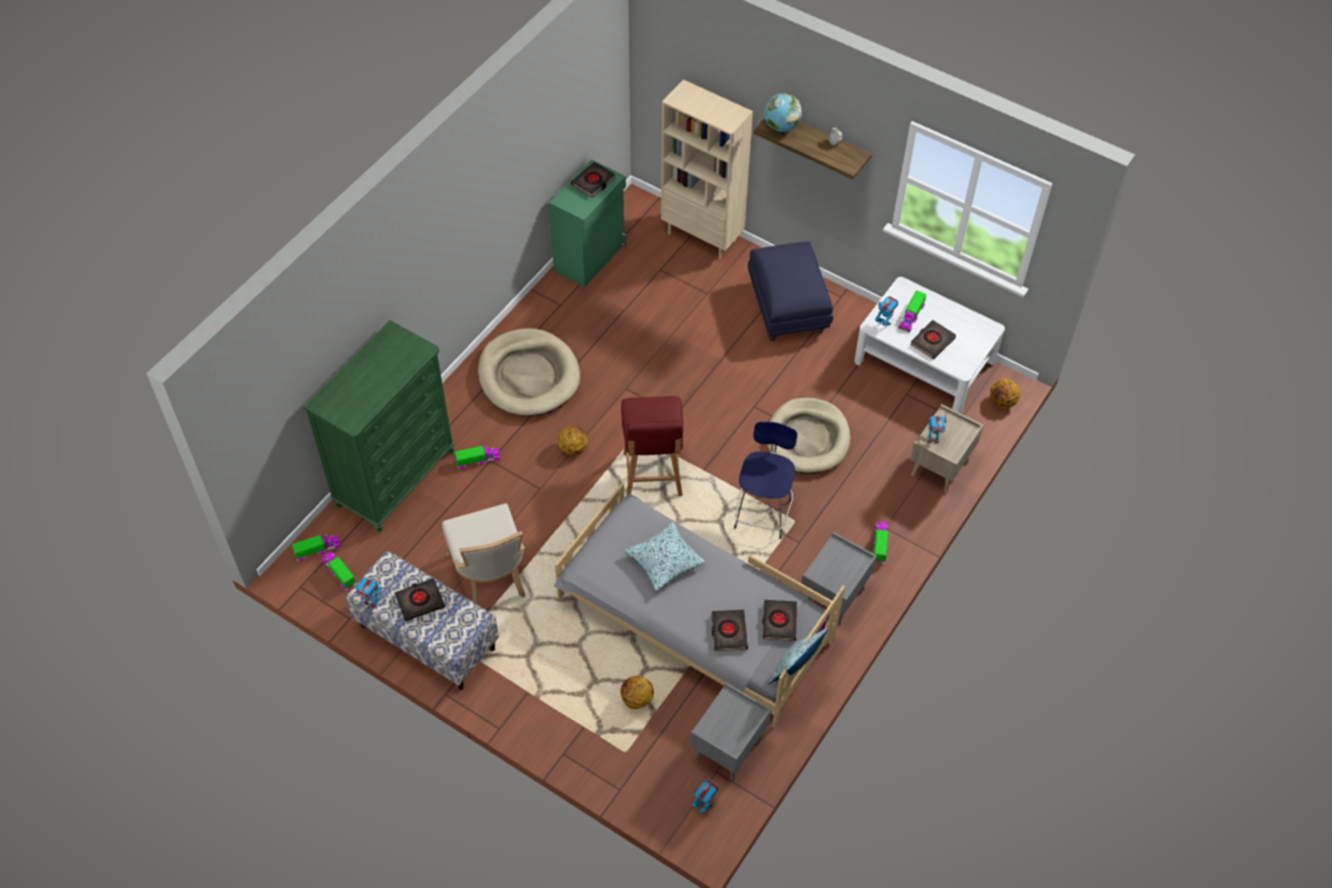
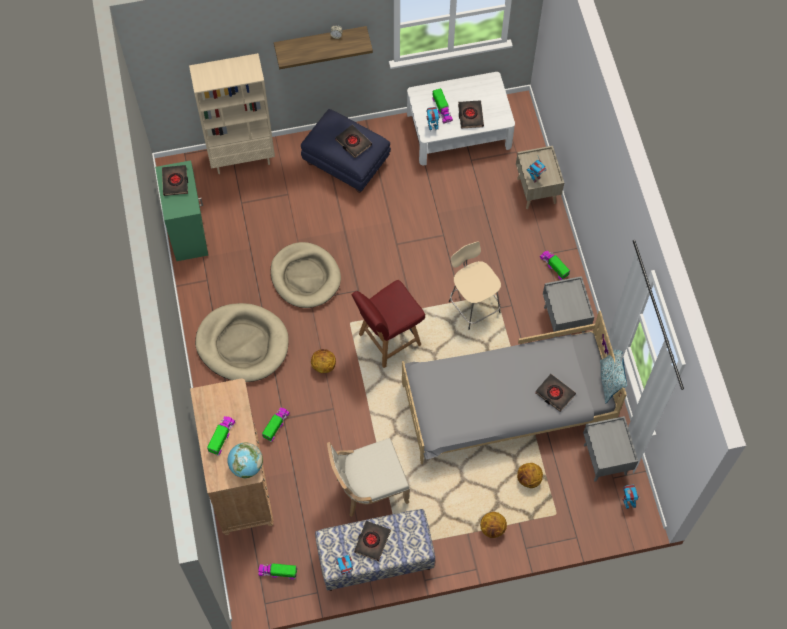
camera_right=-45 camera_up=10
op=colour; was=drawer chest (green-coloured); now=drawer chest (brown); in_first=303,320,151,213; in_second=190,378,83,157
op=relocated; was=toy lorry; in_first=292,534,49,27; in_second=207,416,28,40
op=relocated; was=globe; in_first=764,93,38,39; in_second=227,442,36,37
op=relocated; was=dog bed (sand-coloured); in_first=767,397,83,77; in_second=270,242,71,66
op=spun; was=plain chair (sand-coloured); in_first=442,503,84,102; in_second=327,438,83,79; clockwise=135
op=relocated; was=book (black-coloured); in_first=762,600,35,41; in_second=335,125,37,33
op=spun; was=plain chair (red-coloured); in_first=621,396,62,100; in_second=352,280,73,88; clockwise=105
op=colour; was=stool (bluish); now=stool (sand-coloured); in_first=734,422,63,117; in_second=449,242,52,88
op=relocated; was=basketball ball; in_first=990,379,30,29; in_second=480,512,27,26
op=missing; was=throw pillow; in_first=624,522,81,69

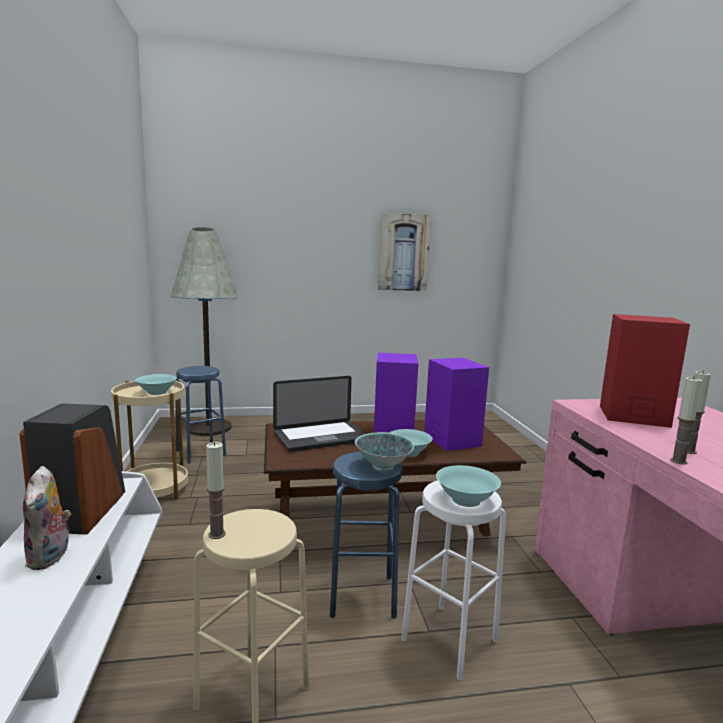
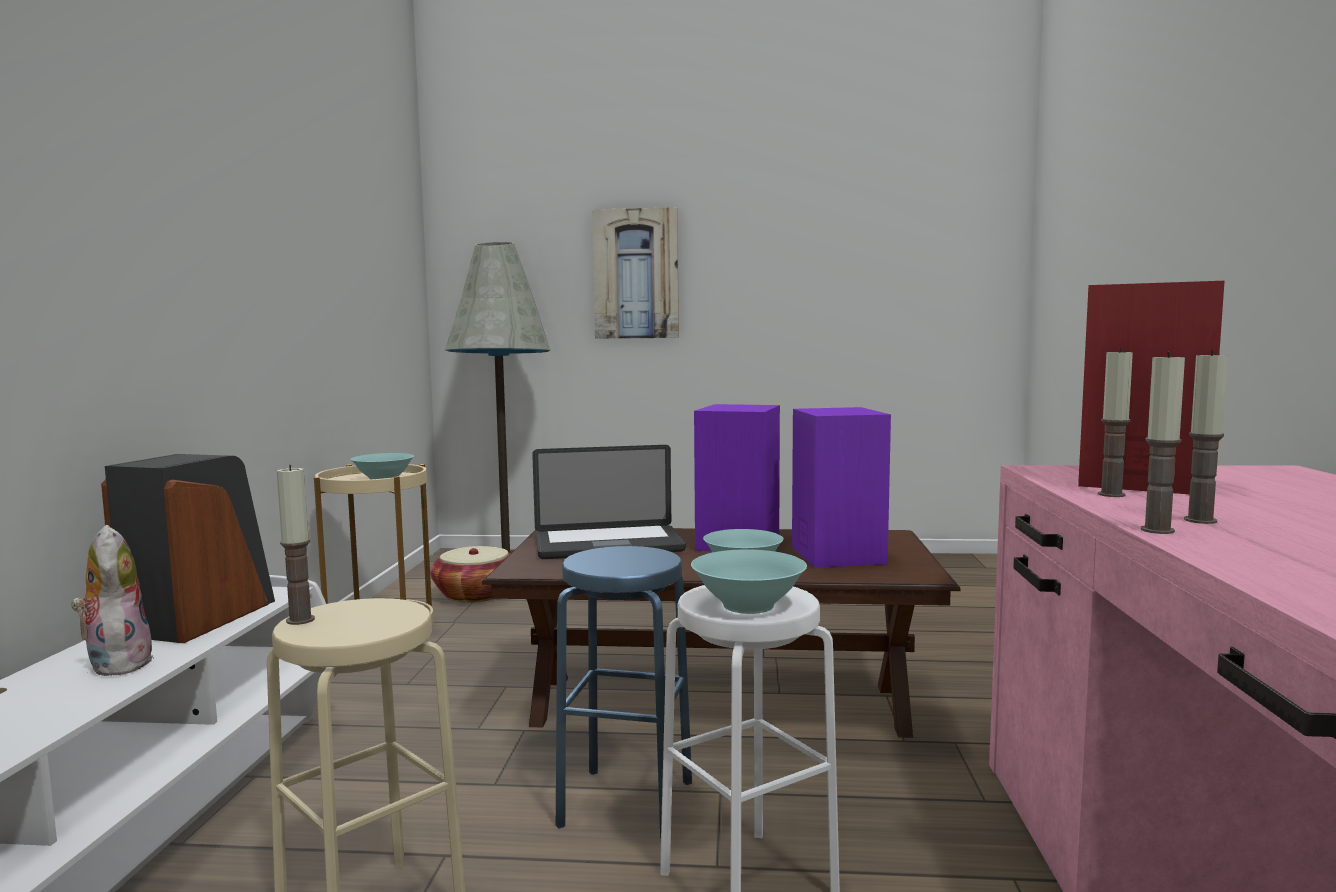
camera_right=15 camera_up=-5
op=spun; was=cuddly toy; in_first=23,466,48,104; in_second=71,525,83,151; clockwise=150
op=exchanged; was=stool (bluish); now=basket; in_first=175,366,51,98; in_second=430,546,80,57
op=relocated; was=wall picture; in_first=378,213,53,78; in_second=592,207,87,132
op=appeared; now=candle; in_second=1098,348,35,149
op=missing; was=serving bowl; in_first=355,432,59,39

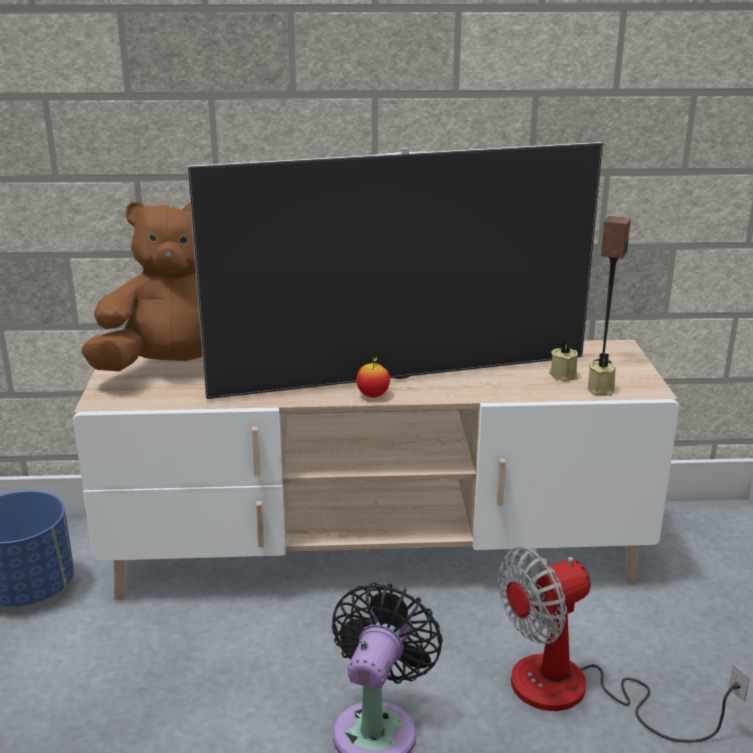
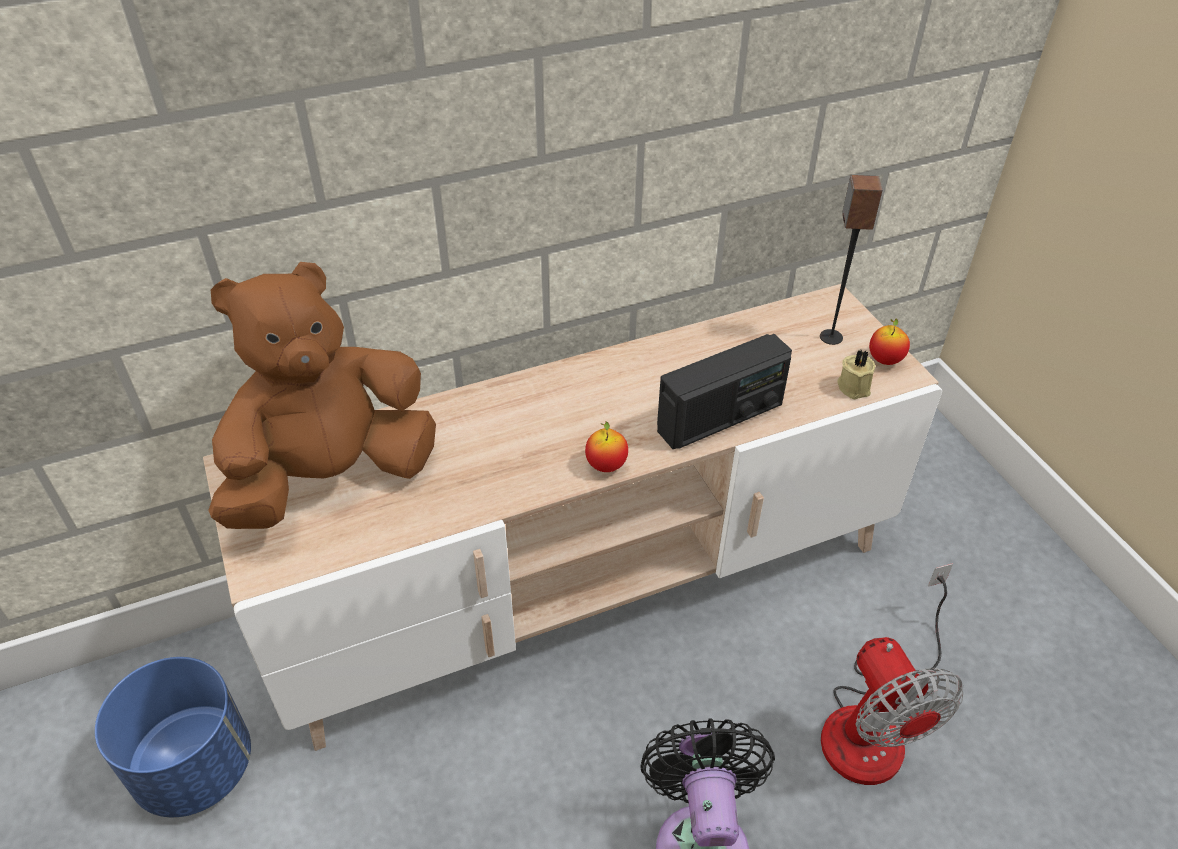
camera_right=-20 camera_up=20
op=appeared; now=radio; in_second=657,334,135,115
op=spun; was=electric fan; in_first=498,547,252,196; in_second=821,563,142,222; clockwise=-60
op=appeared; now=apple fruit; in_second=869,319,41,46
op=missing; was=TV set; in_first=187,142,416,257
op=missing; was=candle (sand-coloured); in_first=549,340,29,41

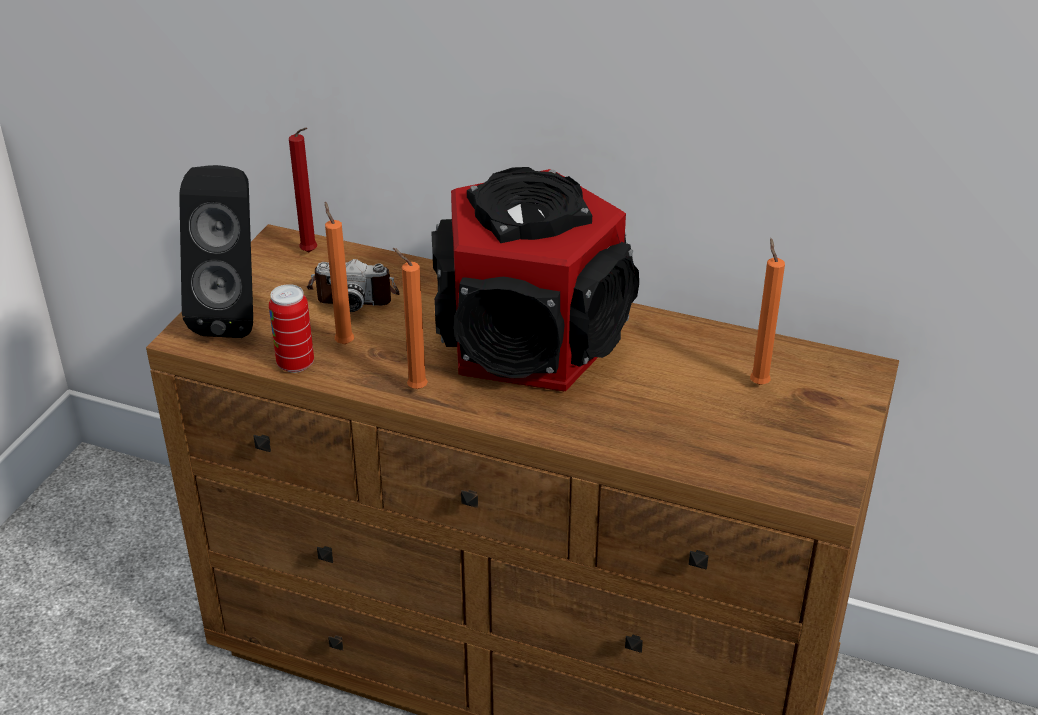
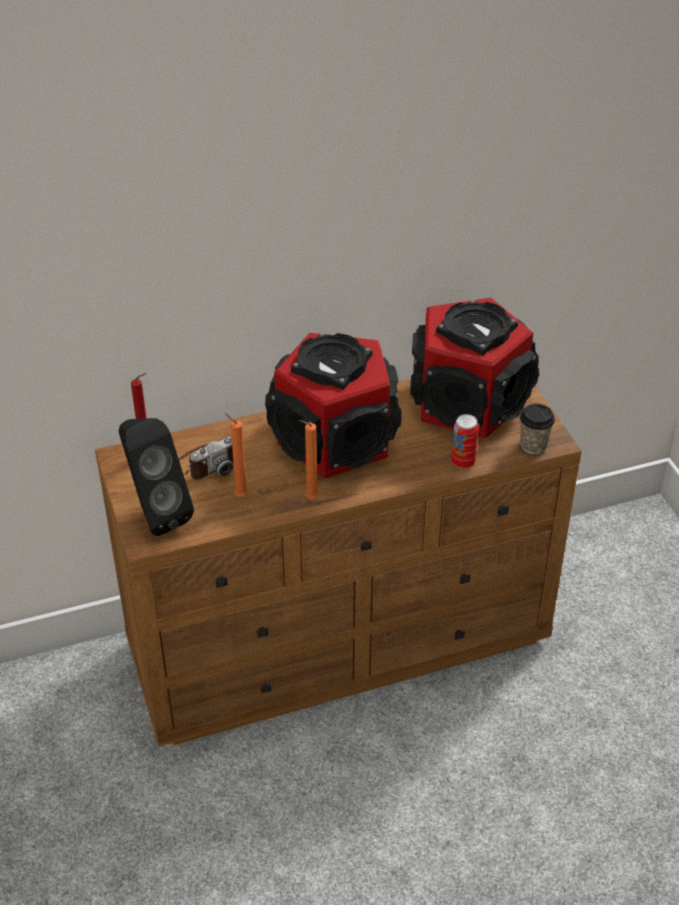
camera_right=-40 camera_up=5
op=exchanged; was=candle (orange-coloured); now=speaker; in_first=750,238,35,147; in_second=410,298,129,140
op=relocated; was=sealed can; in_first=269,284,45,89; in_second=451,414,28,55
op=appeared; now=drinking cup; in_second=520,403,35,51

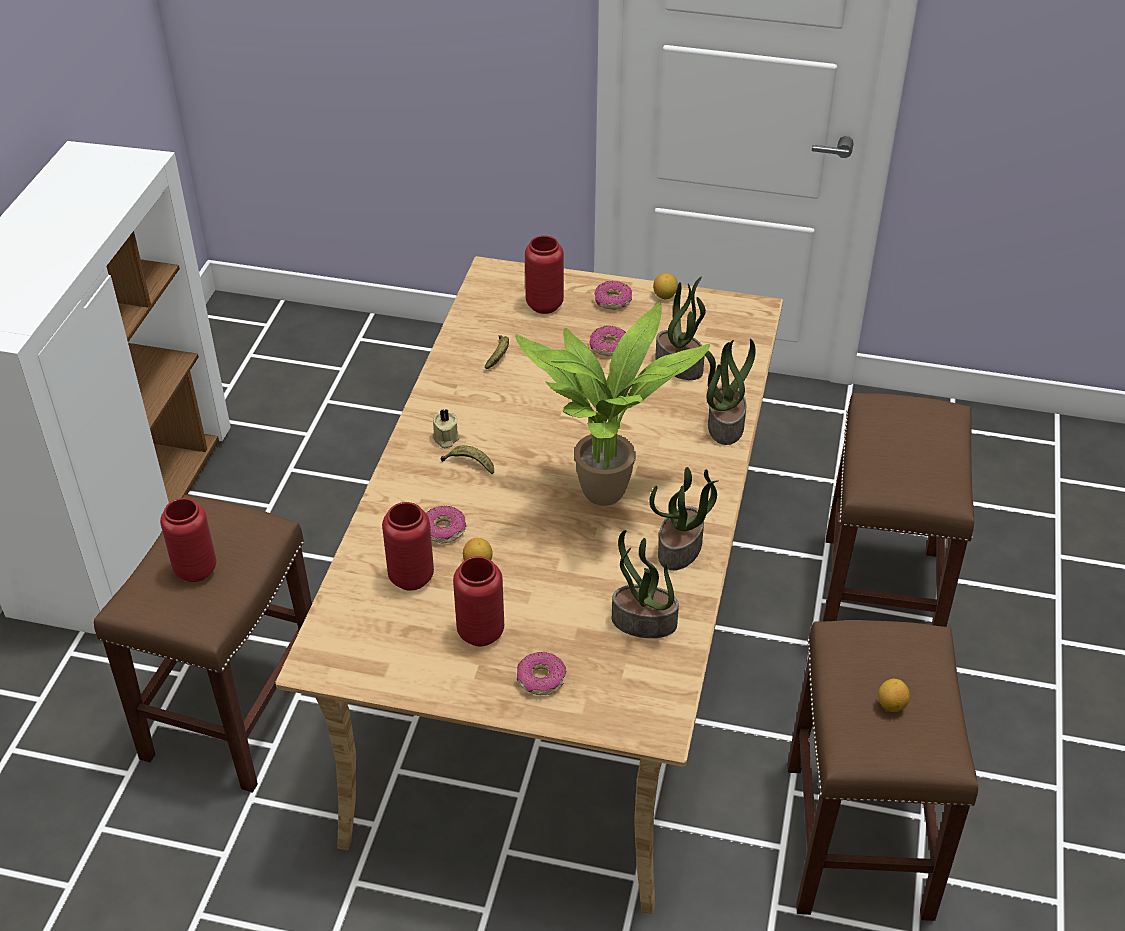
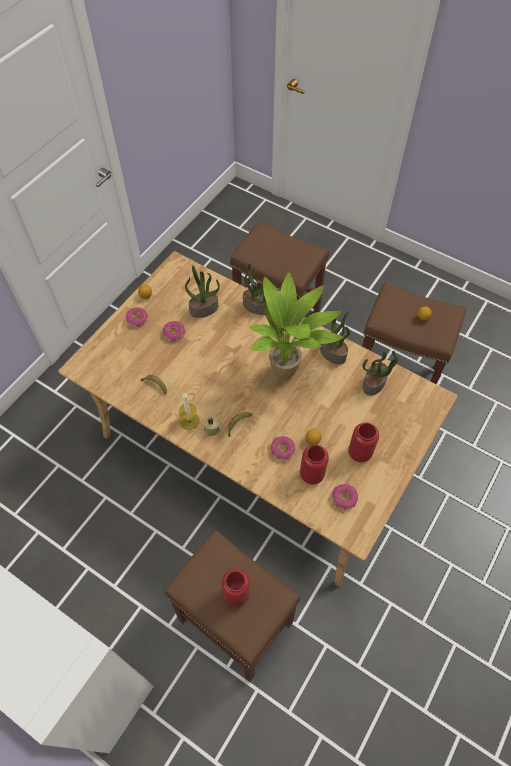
camera_right=-70 camera_up=15
op=appeared; now=candle; in_second=179,393,21,37
op=relocated; was=ring doughnut; in_first=517,652,49,43; in_second=332,484,26,26
op=missing; was=vase (red-coloured); in_first=525,235,39,79

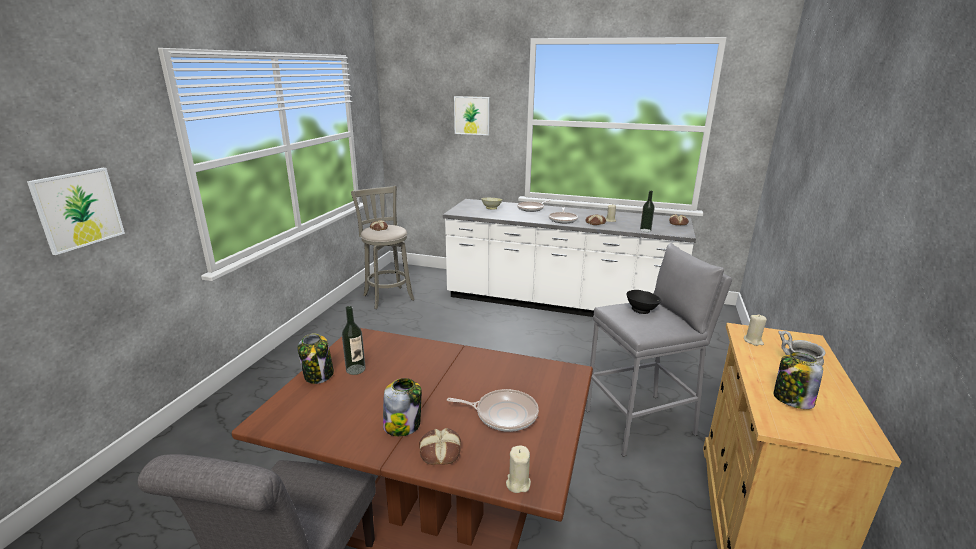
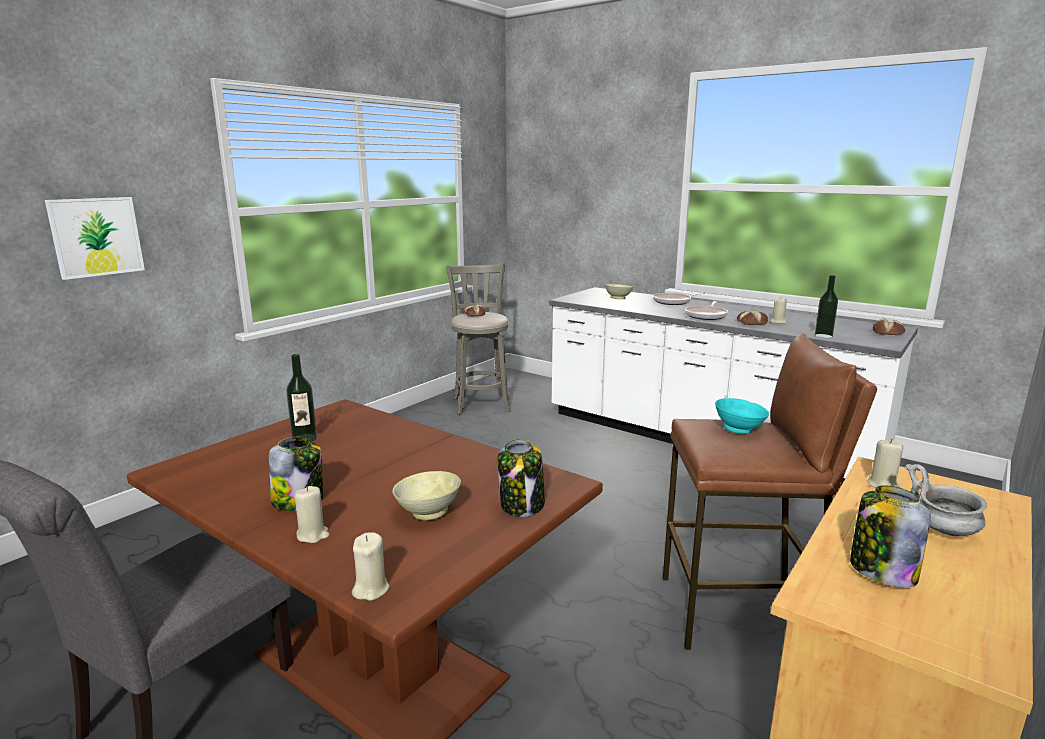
camera_right=20 camera_up=-5
op=exchanged; was=baked bread; now=candle (sand-coloured); in_first=419,428,42,37; in_second=295,486,35,57
op=exchanged; was=skillet; now=serving bowl (sand-coloured); in_first=447,389,92,43; in_second=392,471,69,50
op=relocated; was=preserve jar; in_first=298,334,36,50; in_second=498,439,47,78
op=colour; was=stool (greyish); now=stool (brown); in_first=585,243,147,214; in_second=663,333,214,317
op=colour; was=serving bowl (black-coloured); now=serving bowl (blue-green); in_first=627,290,34,24; in_second=715,398,54,36
op=missing; was=wall picture; in_first=454,96,36,39

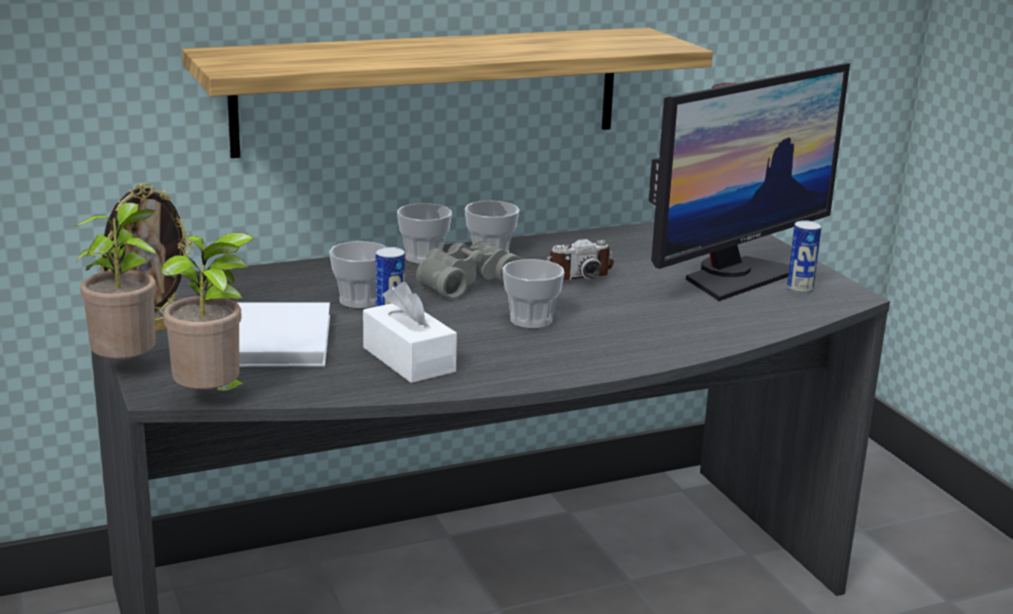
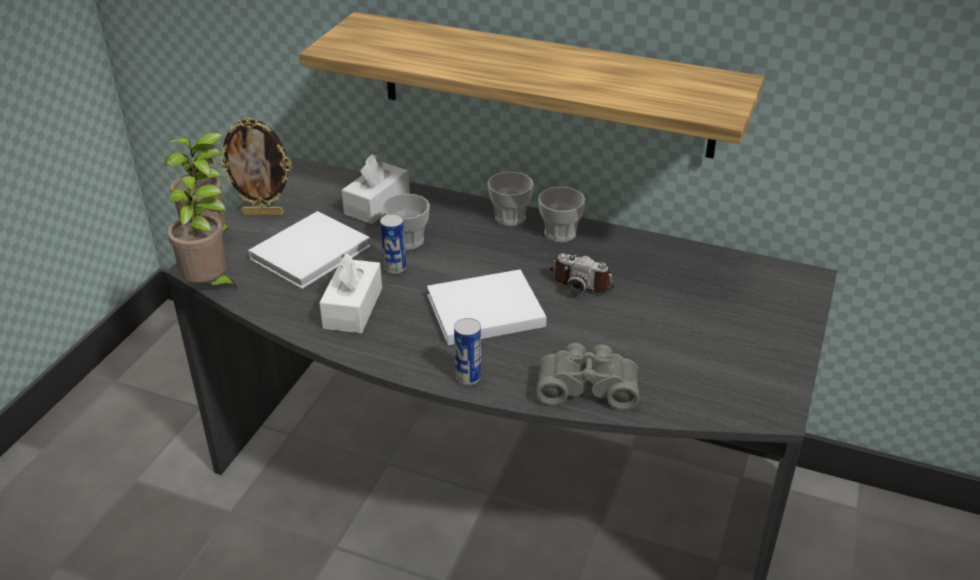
camera_right=45 camera_up=15
op=appeared; now=tissue holder (white-coloured); in_second=342,154,68,70
op=exchanged; was=drinking cup; now=book (white-coloured); in_first=502,259,63,69; in_second=427,269,120,76
op=relocated; was=sealed can; in_first=787,220,35,74; in_second=454,318,27,68
op=relocated; was=pair of binoculars (greyish); in_first=416,240,106,60; in_second=536,343,103,67
op=missing; was=computer display; in_first=649,63,201,238

